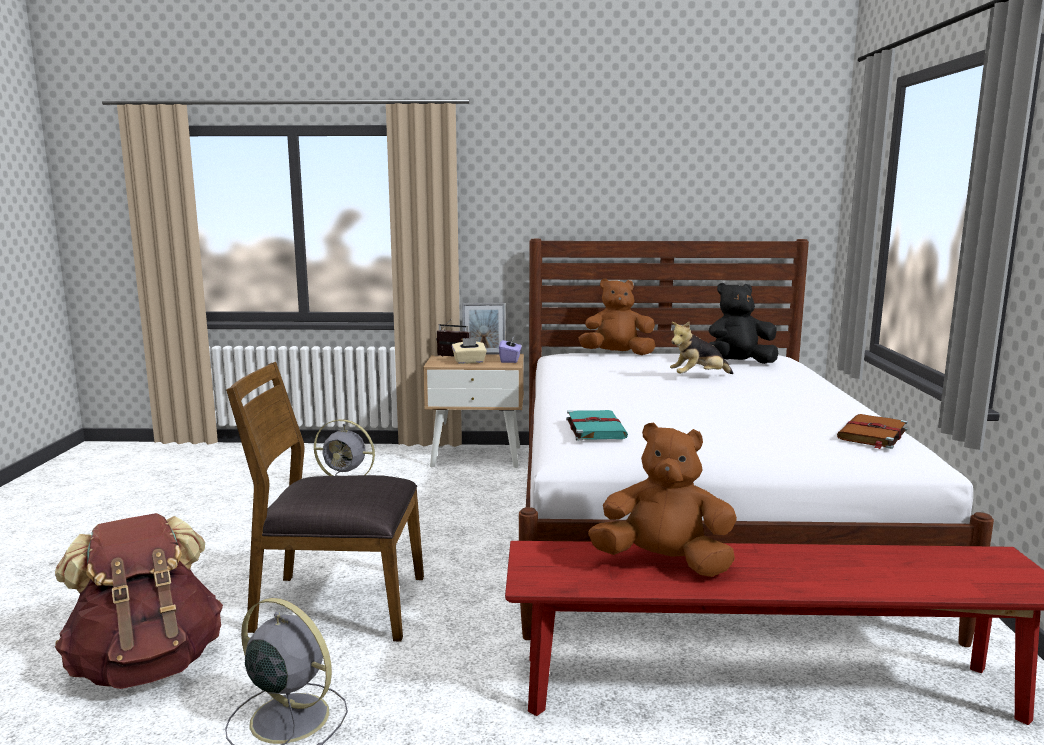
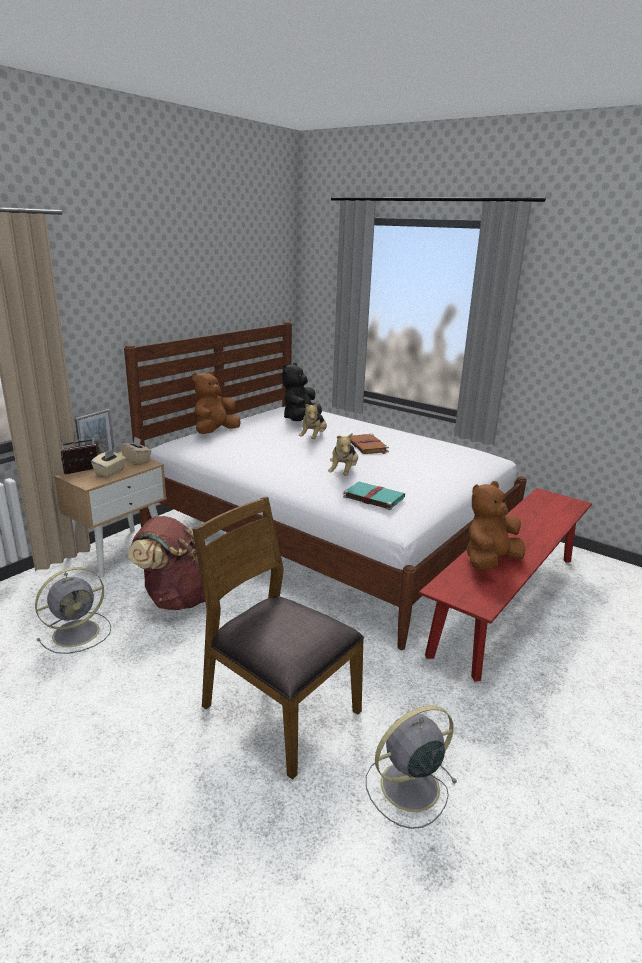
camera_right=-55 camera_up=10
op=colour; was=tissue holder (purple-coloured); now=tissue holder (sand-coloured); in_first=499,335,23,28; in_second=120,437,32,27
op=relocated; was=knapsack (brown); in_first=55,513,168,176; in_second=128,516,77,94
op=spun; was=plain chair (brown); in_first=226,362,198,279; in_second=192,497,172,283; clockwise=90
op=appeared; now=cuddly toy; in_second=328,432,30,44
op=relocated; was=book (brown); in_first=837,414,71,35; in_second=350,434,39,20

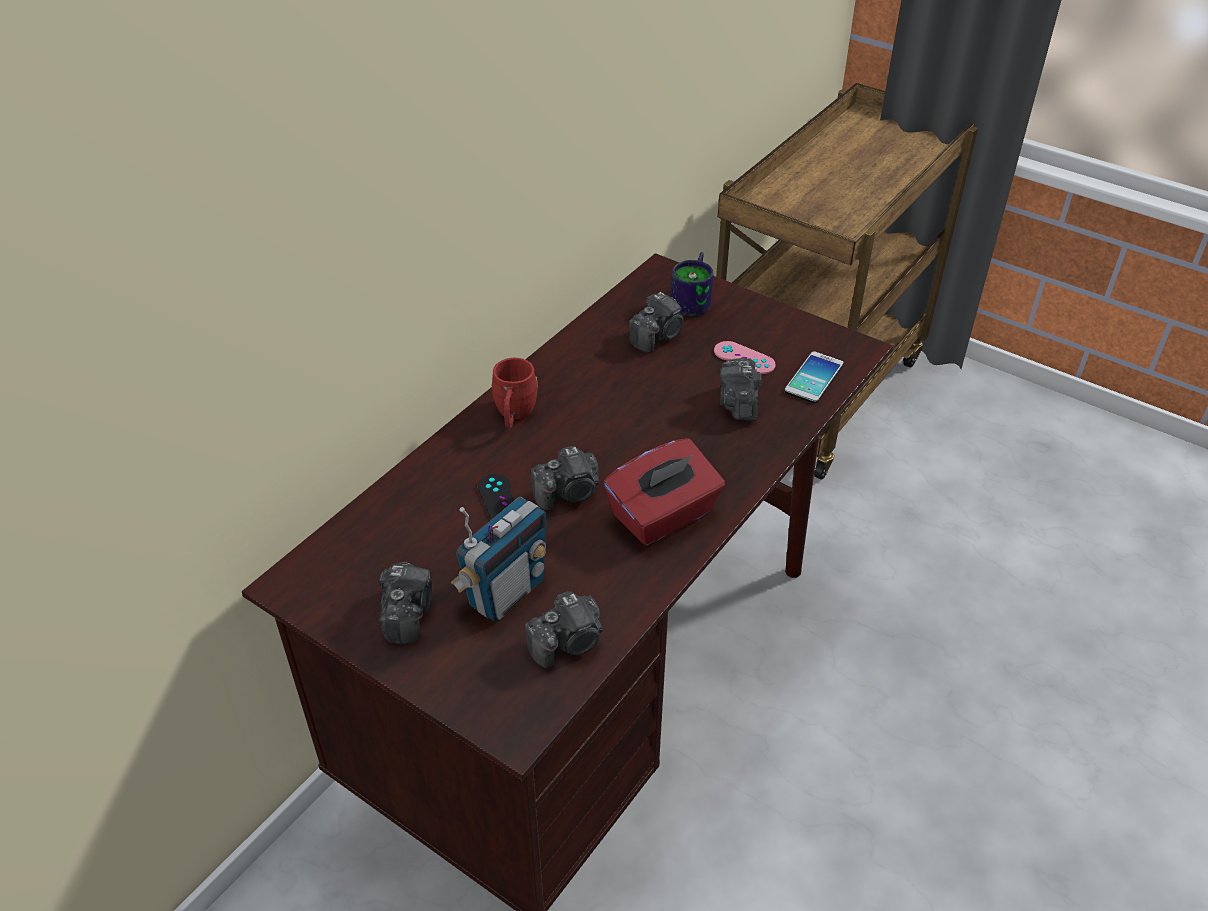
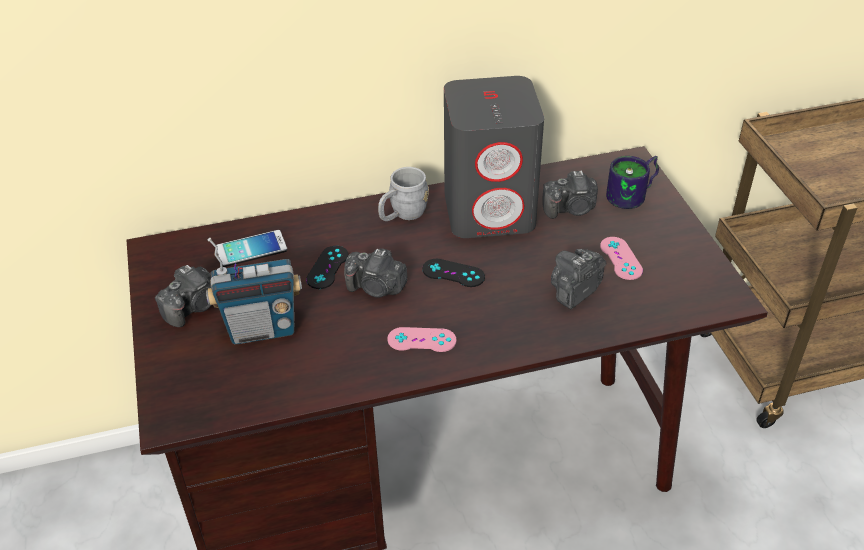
camera_right=40 camera_up=0
op=relocated; was=handset; in_first=784,351,60,52; in_second=217,230,70,37
op=colour; was=tea mug (red-coloured); now=tea mug (greyish); in_first=492,358,46,70; in_second=378,167,51,54
op=exchanged; was=tissue holder (red-coloured); now=game controller (pink); in_first=604,438,121,108; in_second=387,327,69,25
op=appeared; now=game controller (black-coloured); in_second=422,259,63,28
op=appeared; now=speaker (greyish); in_second=444,76,100,162
op=missing; was=still camera; in_first=524,591,79,77

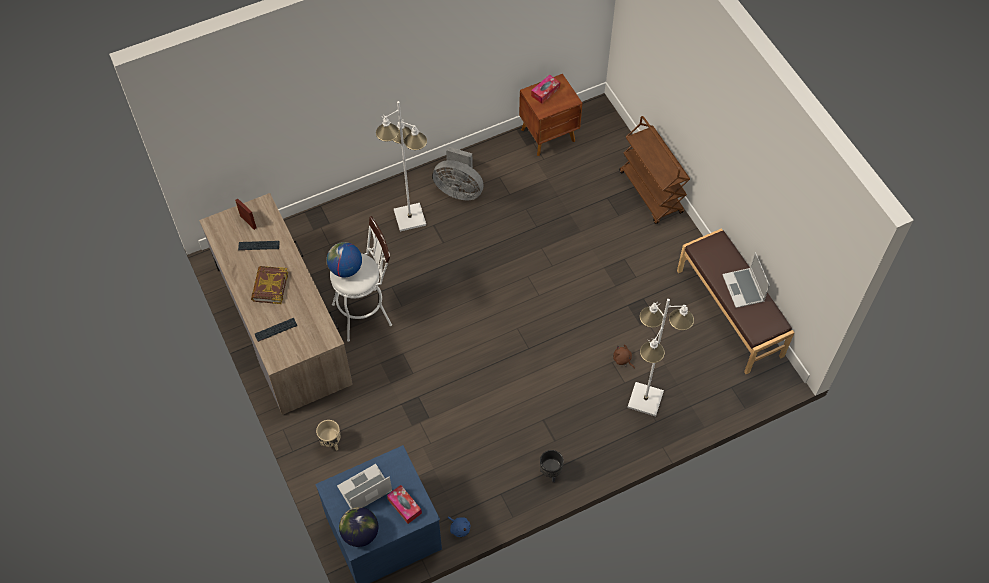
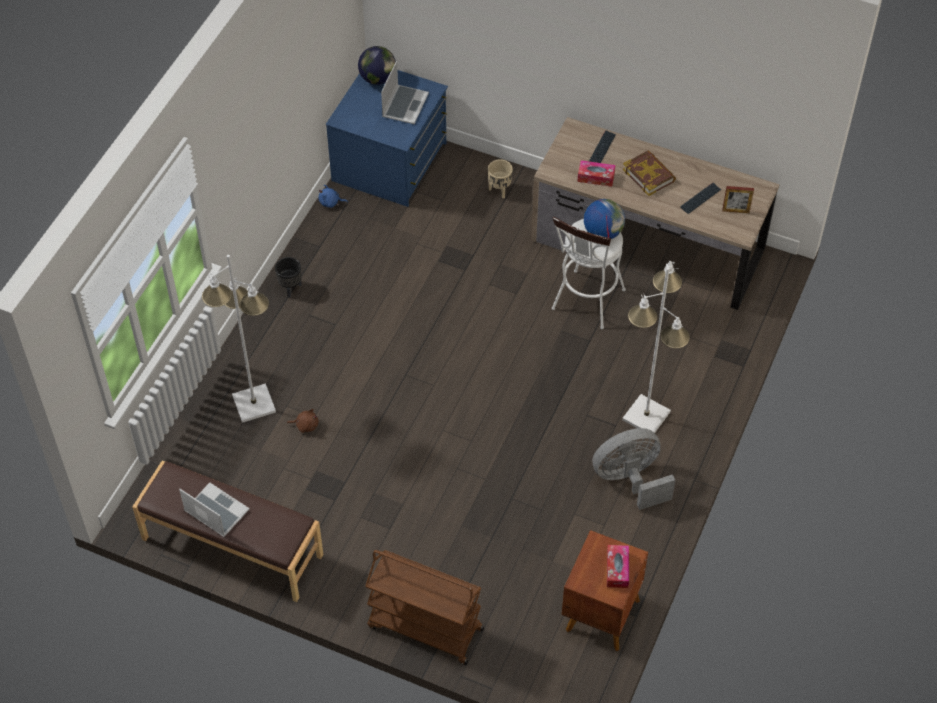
camera_right=140 camera_up=-5
op=relocated; was=tissue holder; in_first=387,485,35,39; in_second=577,160,38,27

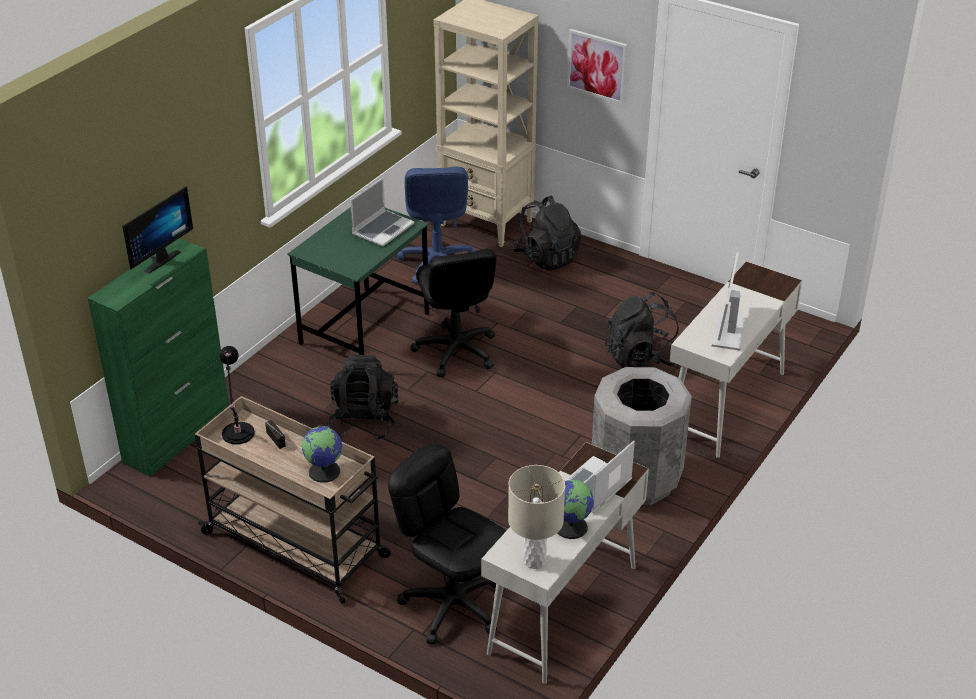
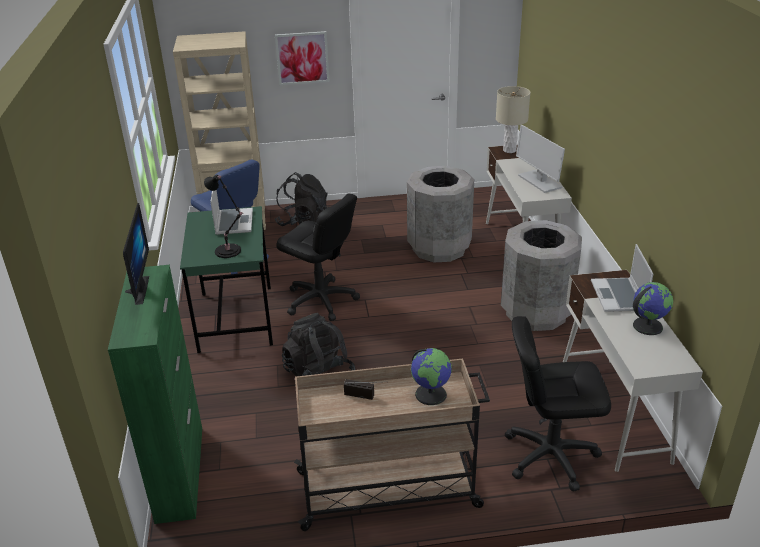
camera_right=-40 camera_up=-5
op=relocated; was=lamp for a table (black-coloured); in_first=219,346,36,98; in_second=204,175,40,83
op=exchanged; was=knapsack (black-coloured); now=waste bin (greyish); in_first=605,292,74,76; in_second=407,166,67,96
op=relocated; was=lamp for a table (sand-coloured); in_first=508,465,57,104; in_second=496,86,34,67

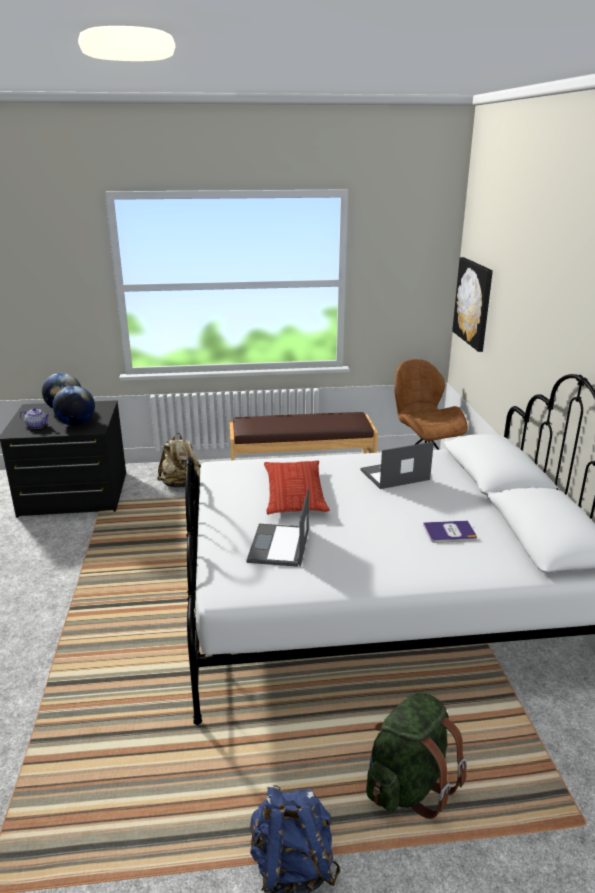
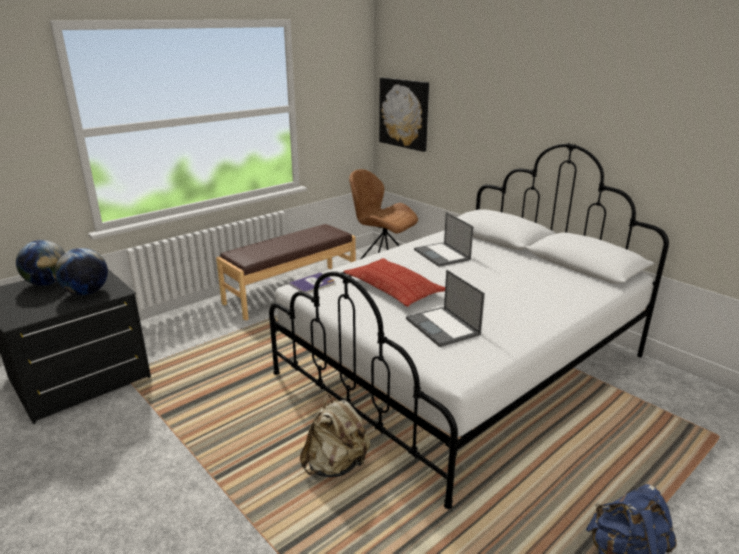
camera_right=-35 camera_up=0
op=relocated; was=book; in_first=423,521,54,22; in_second=289,272,46,21
op=relocated; was=knapsack (sand-coloured); in_first=157,433,44,54; in_second=300,395,71,82
op=spun; was=portable computer; in_first=361,442,73,47; in_second=414,212,60,55; clockwise=-60
op=missing; was=pot for tea; in_first=20,408,30,21
op=missing; was=knapsack (green-coloured); in_first=366,692,101,127

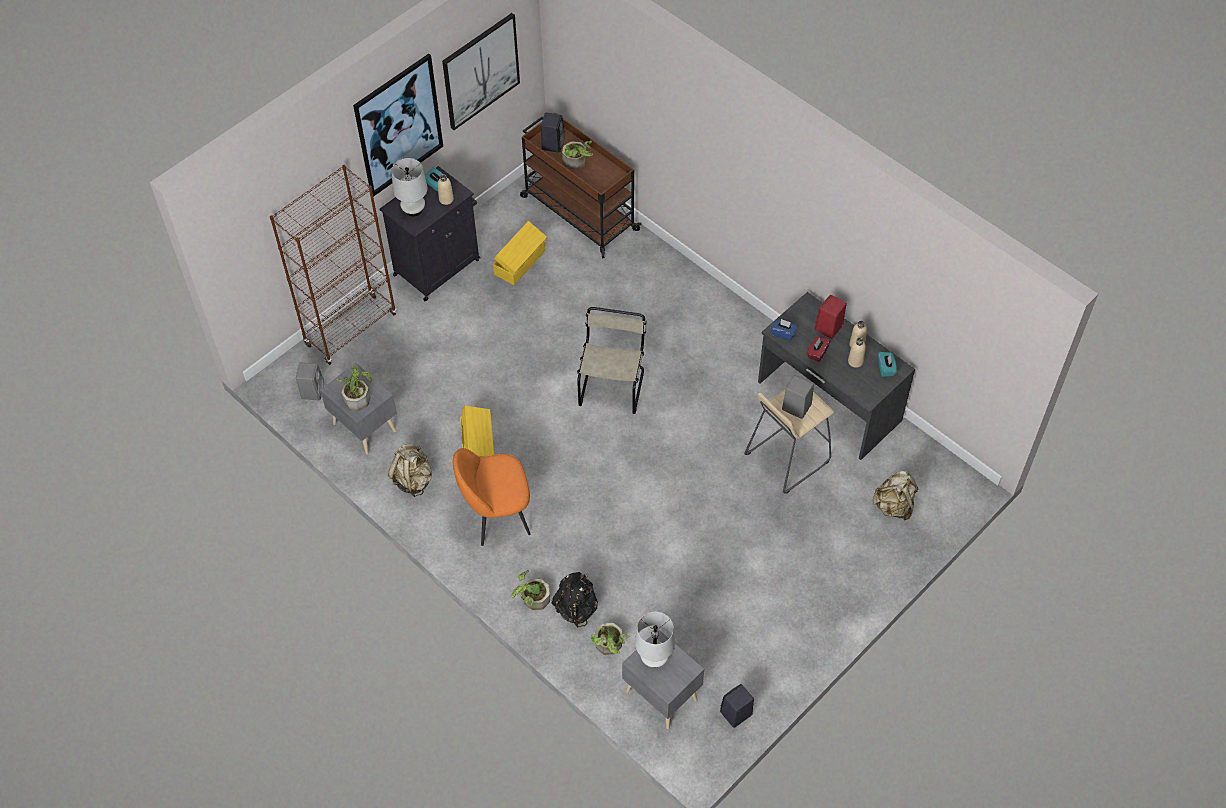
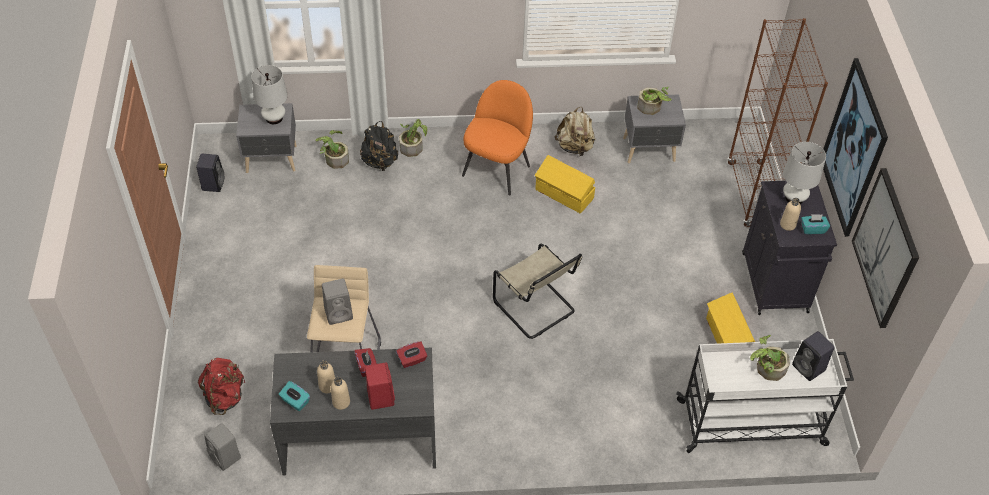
camera_right=130 camera_up=-5
op=colour; was=knapsack (sand-coloured); now=knapsack (red-coloured); in_first=873,471,45,50; in_second=198,358,48,57
op=relocated; was=speaker (greyish); in_first=296,363,28,37; in_second=204,423,37,48
op=colour; was=tissue holder (bluish); now=tissue holder (red-coloured); in_first=771,319,27,22; in_second=396,342,31,26
op=colour; was=trolley (brown); now=trolley (white-coloured); in_first=520,113,122,145; in_second=676,339,178,114

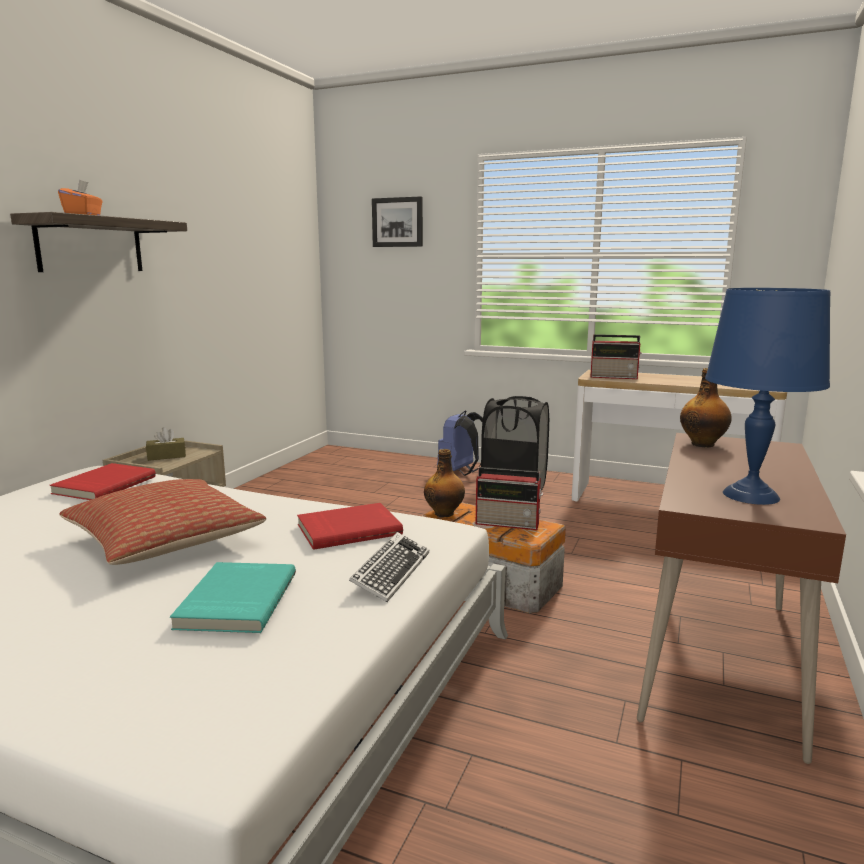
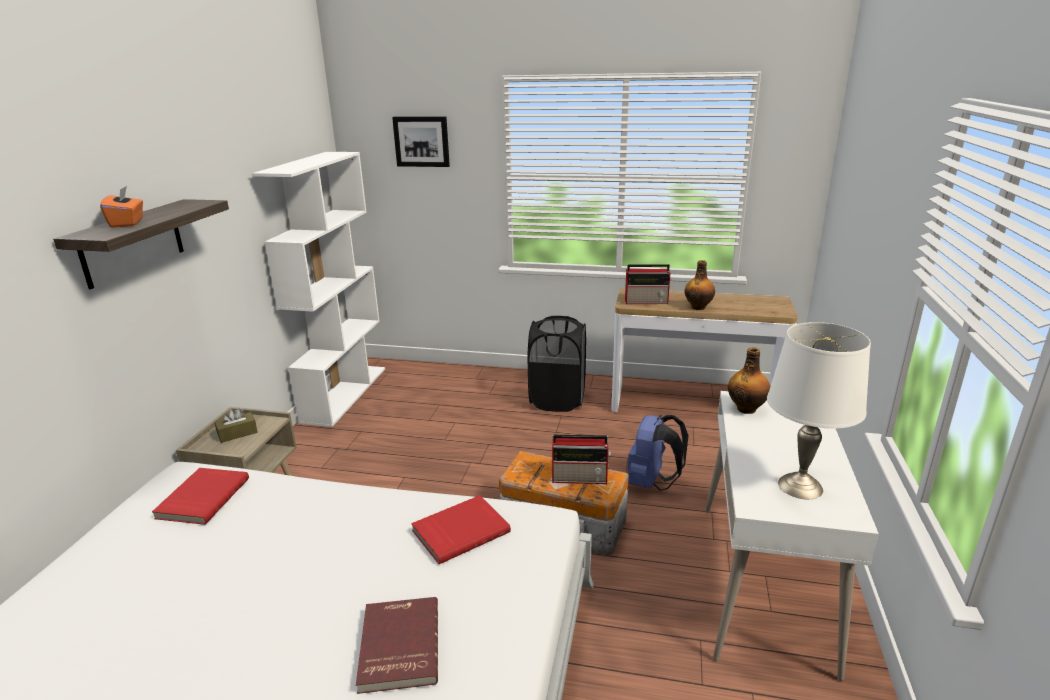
camera_right=-10 camera_up=10
op=appeared; now=shelving unit (white-coloured); in_second=252,152,133,275
op=colour; was=book (blue-green); now=book (red-coloured); in_first=170,562,126,71; in_second=356,597,82,97
op=relocated; was=knapsack (bluish); in_first=437,410,46,66; in_second=627,415,62,76
op=relocated; was=beverage bottle; in_first=424,449,41,68; in_second=685,260,30,50
op=colour; was=desk unit (brown); now=desk unit (white-coloured); in_first=637,433,209,331; in_second=705,391,174,290
op=colour; was=lamp for a table (bluish); now=lamp for a table (white-coloured); in_first=705,288,126,217; in_second=767,322,104,177
op=missing; was=throw pillow; in_first=59,479,207,86
op=missing; was=PC keyboard; in_first=349,532,80,70

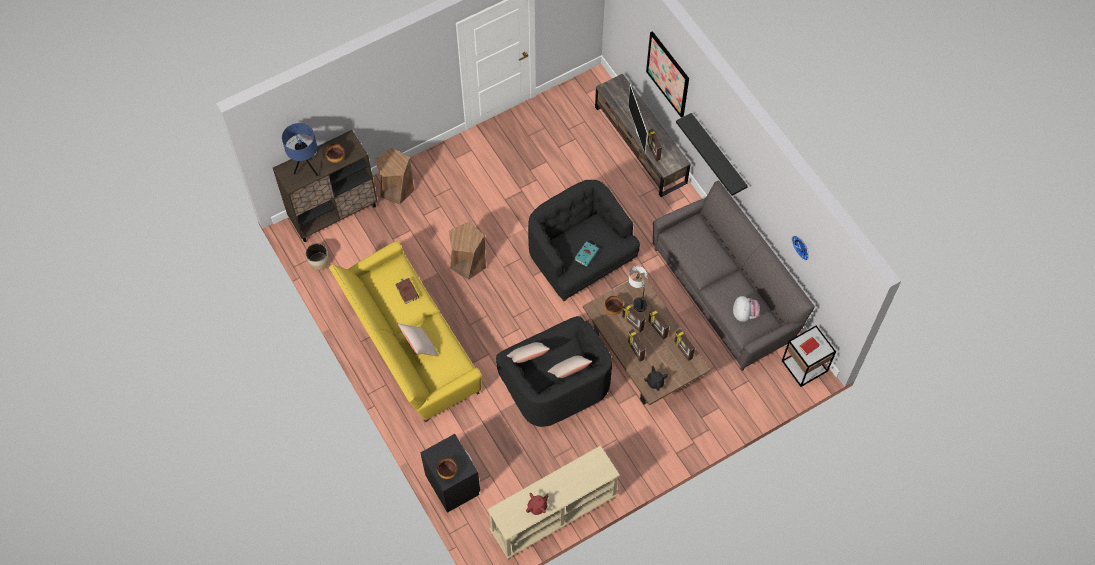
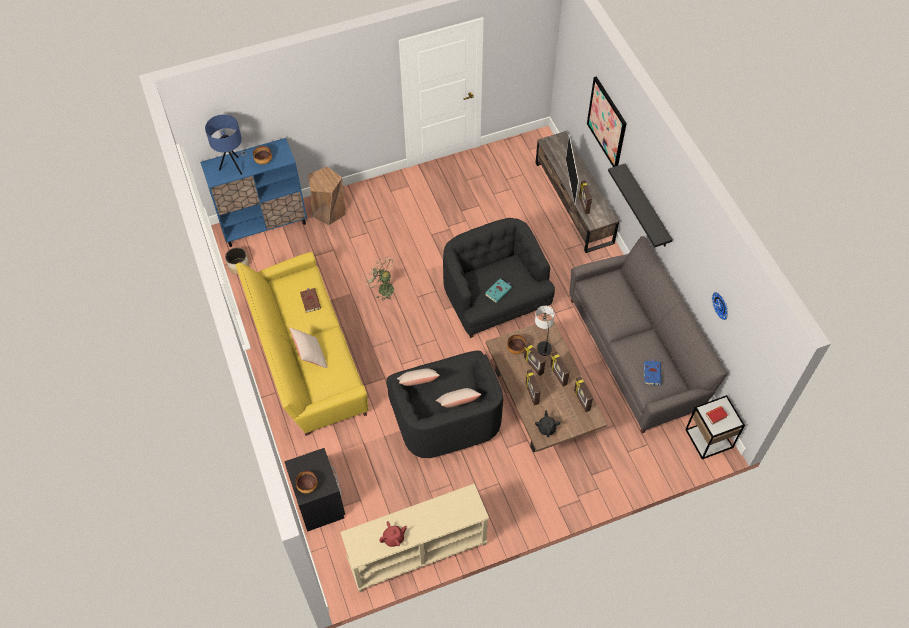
camera_right=10 camera_up=-5
op=colour; was=cabinet (brown); now=cabinet (bluish); in_first=273,130,105,112; in_second=200,138,107,109
op=exchanged; was=stool (brown); now=electric fan (green-coloured); in_first=449,222,37,58; in_second=365,257,29,44
op=exchanged; was=cuddly toy; now=book (bluish); in_first=733,296,27,26; in_second=644,359,18,26

